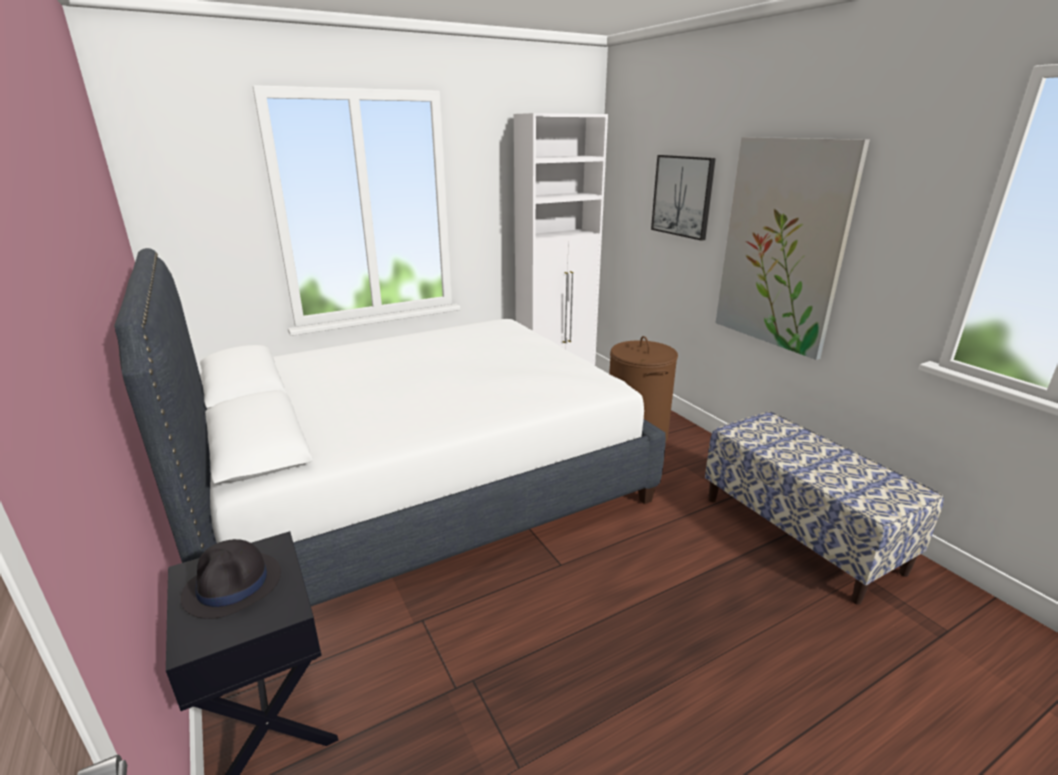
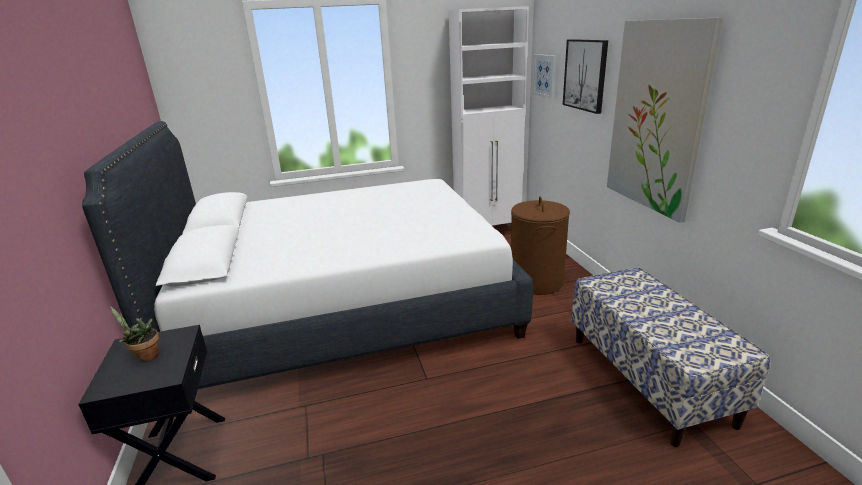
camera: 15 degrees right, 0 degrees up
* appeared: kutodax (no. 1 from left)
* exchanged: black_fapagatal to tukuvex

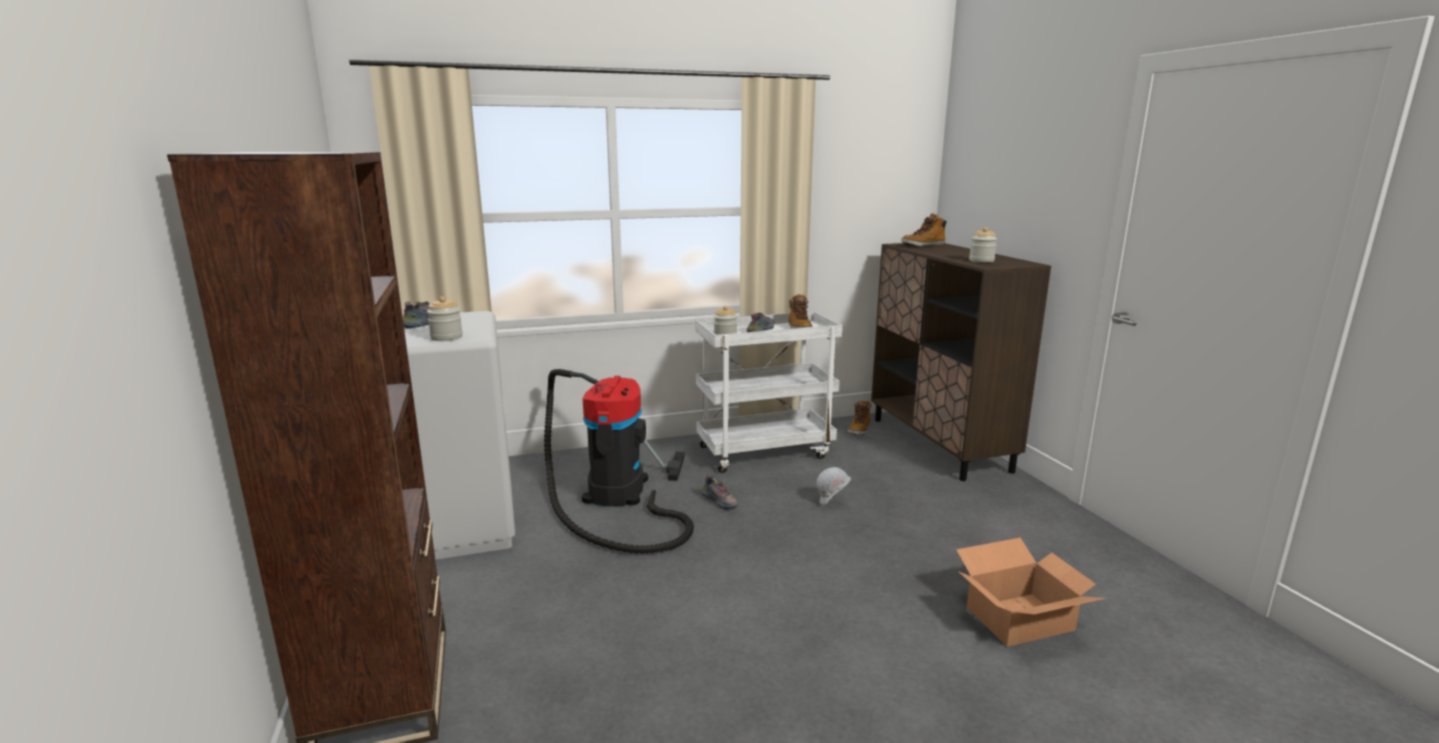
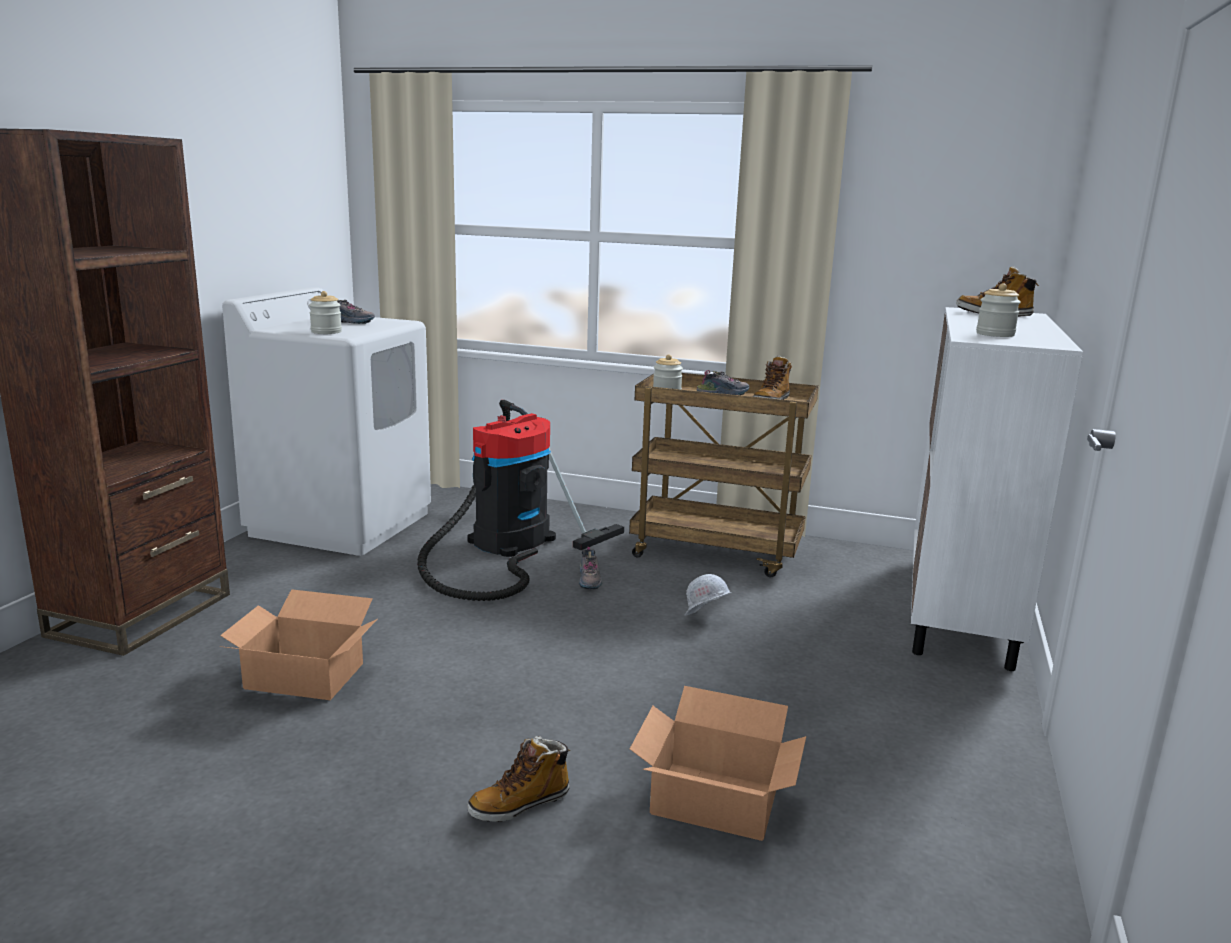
camera: 35 degrees right, 0 degrees up
* appeared: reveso (no. 1 from left)
* relocated: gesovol (no. 2 from left in the first image) to gesovol (no. 1 from left)
* colour: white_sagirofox to brown_sagirofox
* colour: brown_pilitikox to white_pilitikox

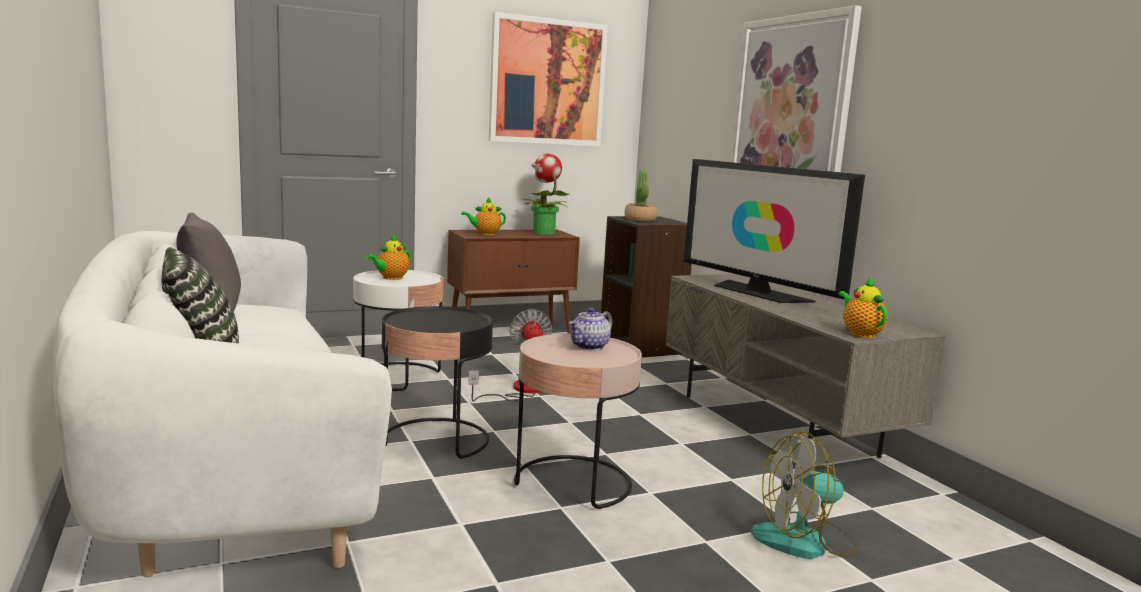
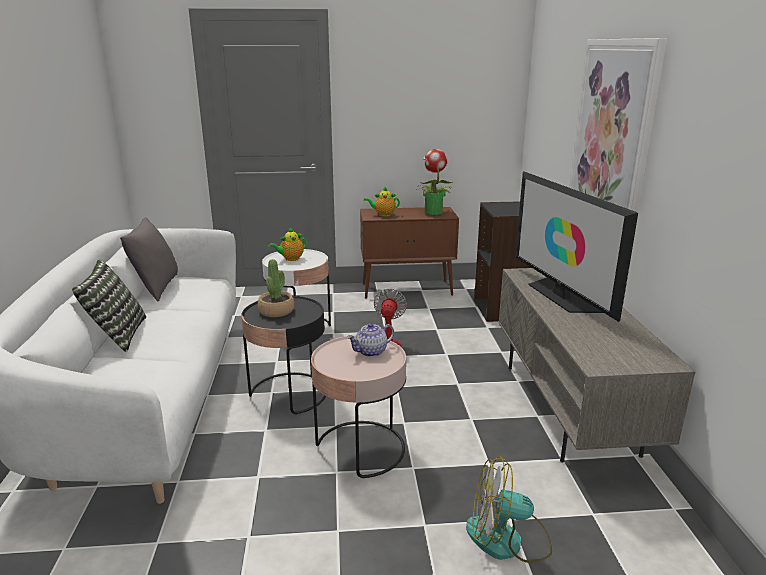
camera: 20 degrees right, 10 degrees up
* missing: kutodax (no. 1 from left)
* missing: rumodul (no. 4 from left)
* relocated: tukuvex (no. 2 from left in the first image) to tukuvex (no. 1 from left)

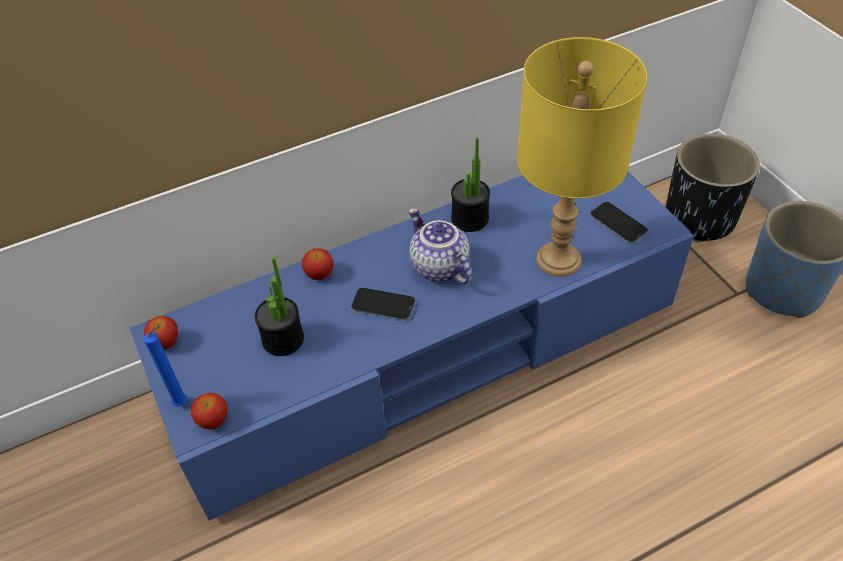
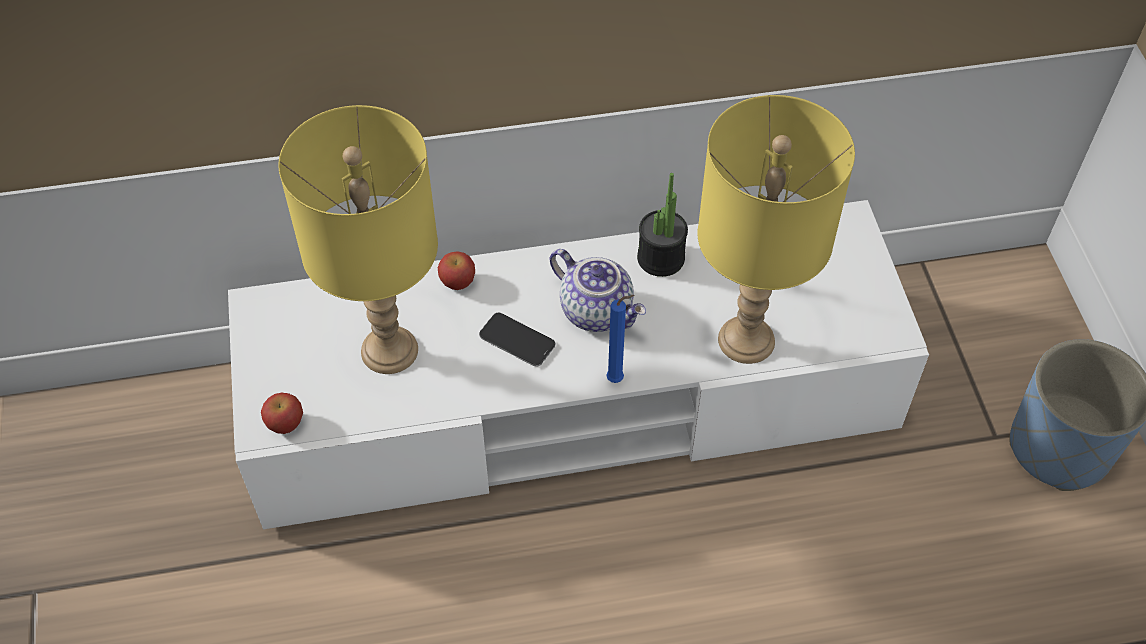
camera: 15 degrees right, 5 degrees up
* missing: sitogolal (no. 1 from left)
* missing: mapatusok (no. 2 from left)
* missing: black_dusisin
* relocated: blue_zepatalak
* exchanged: tukuvex (no. 1 from left) to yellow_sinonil (no. 1 from left)
* colour: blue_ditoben to white_ditoben
* spun: rumodul 150 degrees clockwise

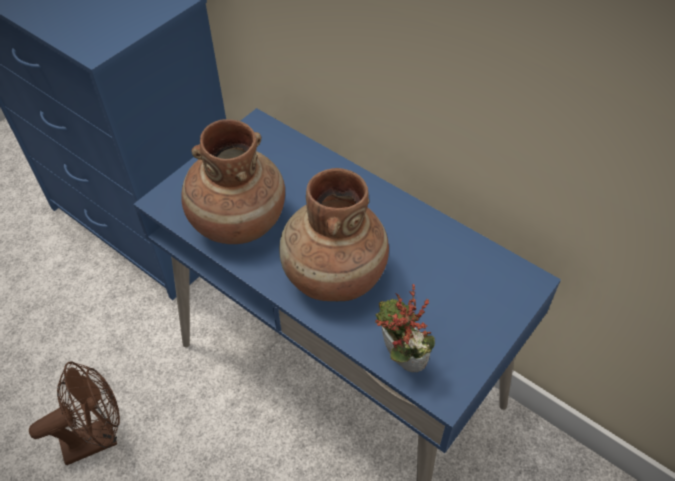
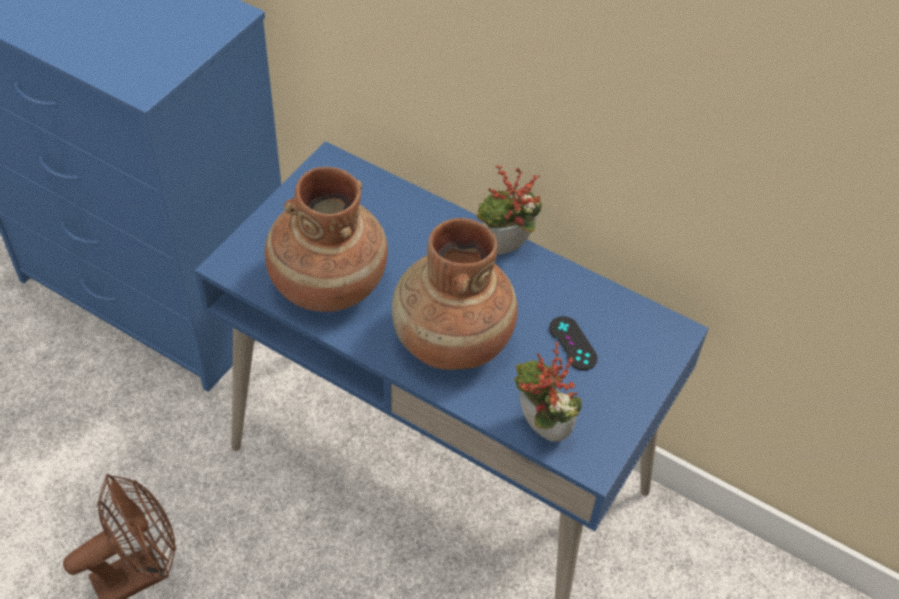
camera: 10 degrees left, 0 degrees up
* appeared: tukuvex (no. 1 from left)
* appeared: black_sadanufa

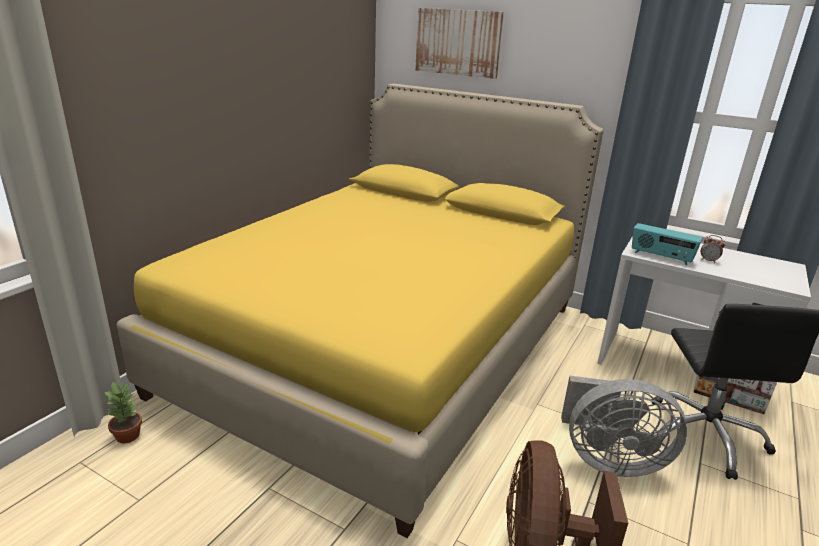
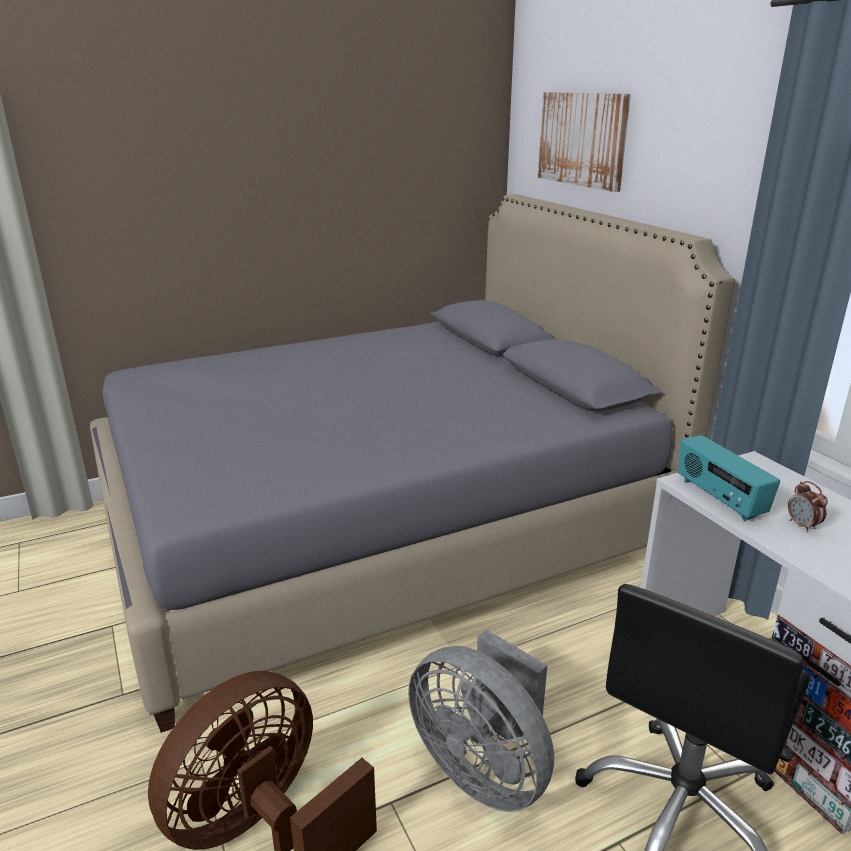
camera: 35 degrees right, 0 degrees up
* missing: tukuvex
* colour: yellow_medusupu to grey_medusupu

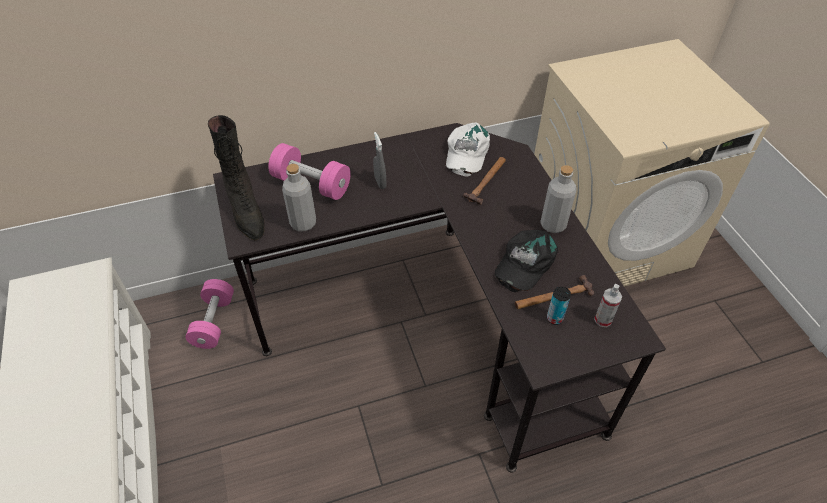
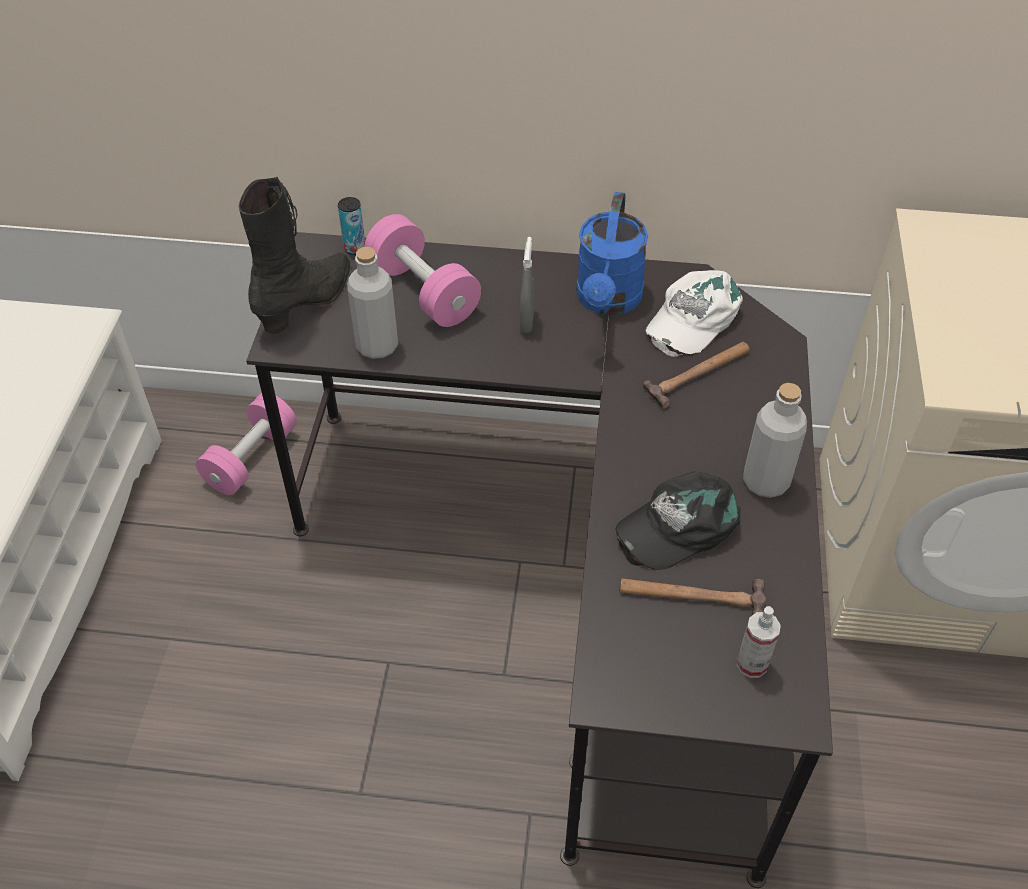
camera: 25 degrees right, 0 degrees up
* appeared: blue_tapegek
* relocated: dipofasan
* spun: black_gesovol 150 degrees counterclockwise

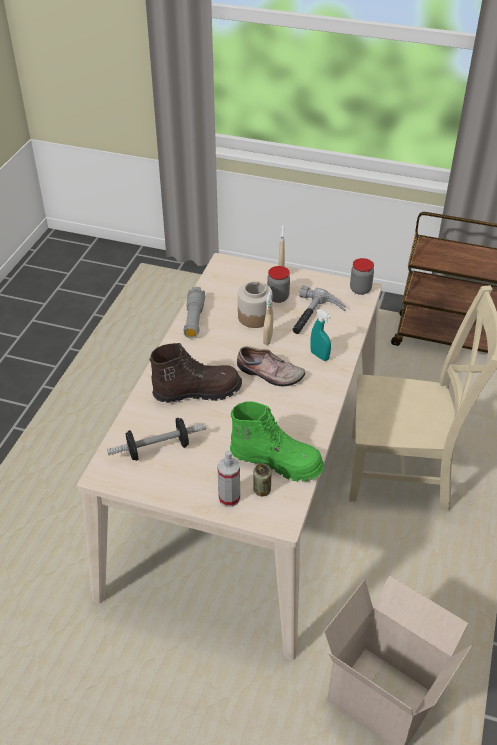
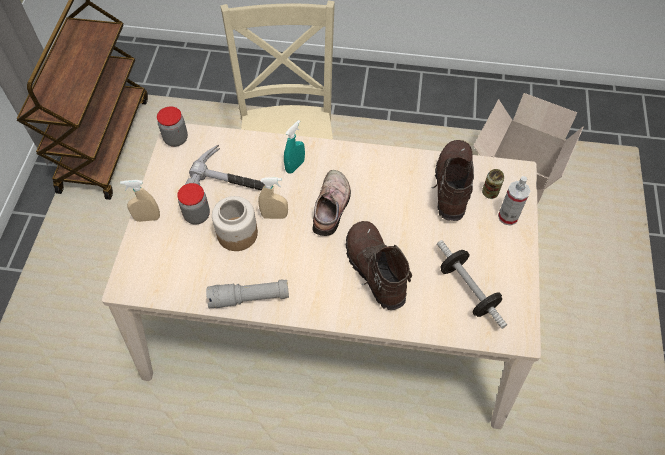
camera: 100 degrees left, 15 degrees up
* colour: green_gesovol to brown_gesovol (no. 2 from left)

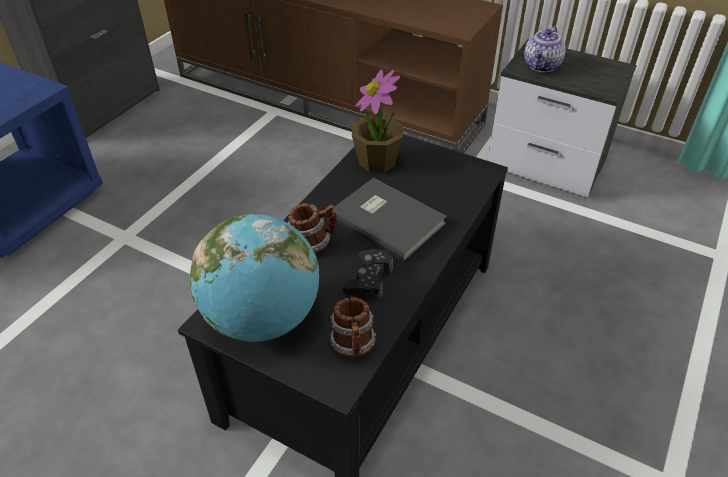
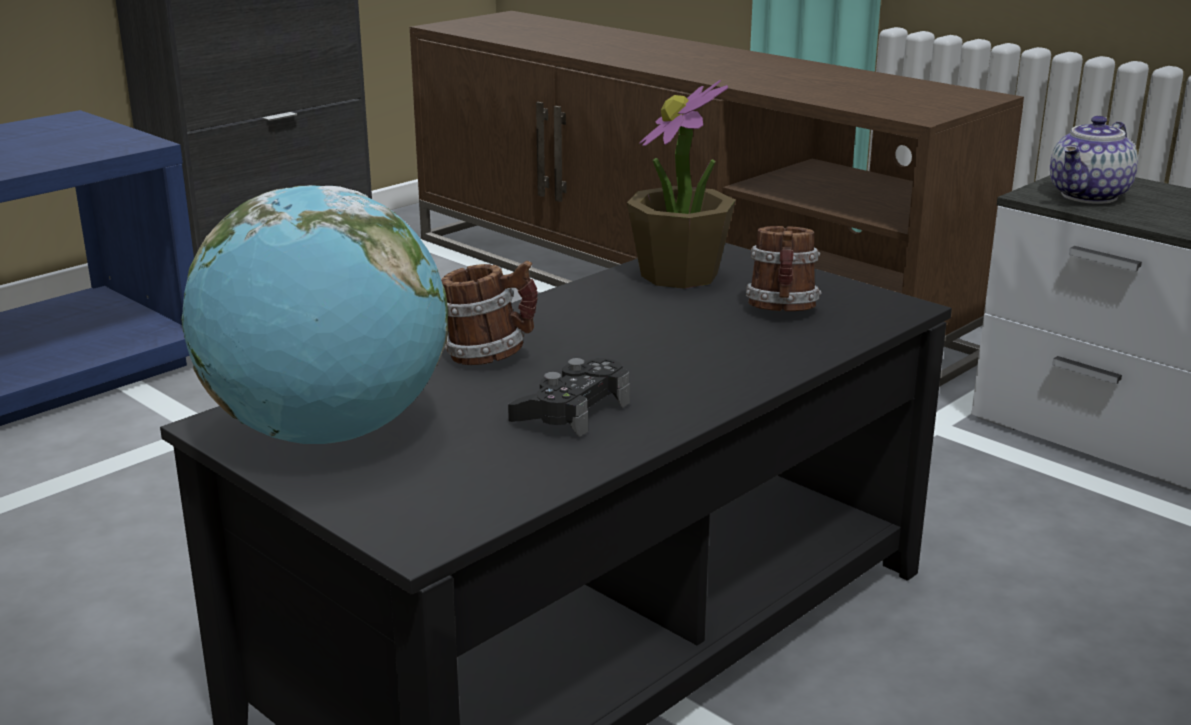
camera: 15 degrees right, 20 degrees down
* missing: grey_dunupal
* relocated: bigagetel (no. 2 from left)

